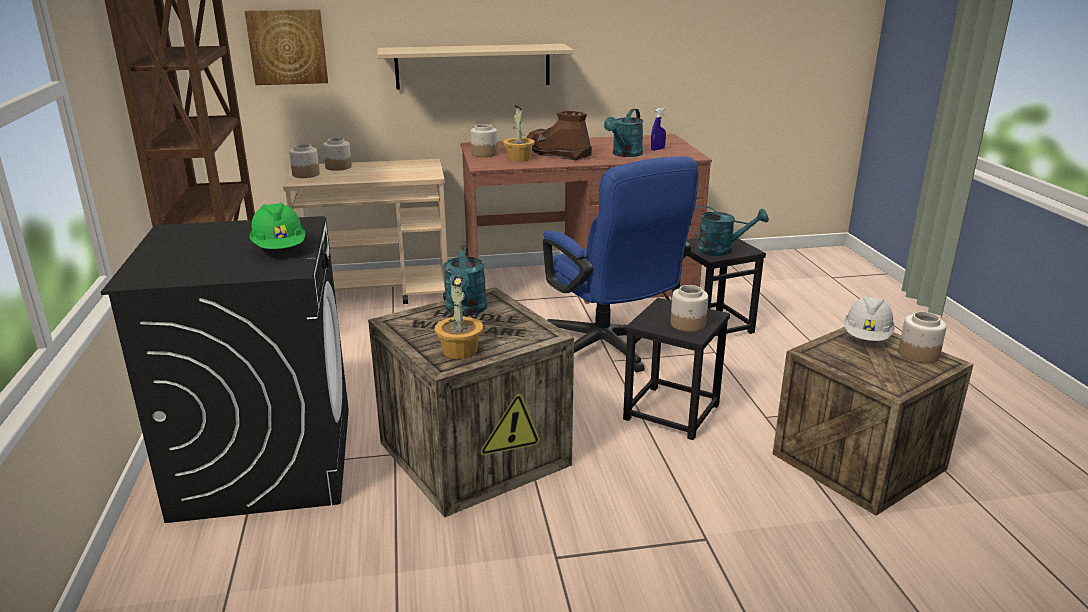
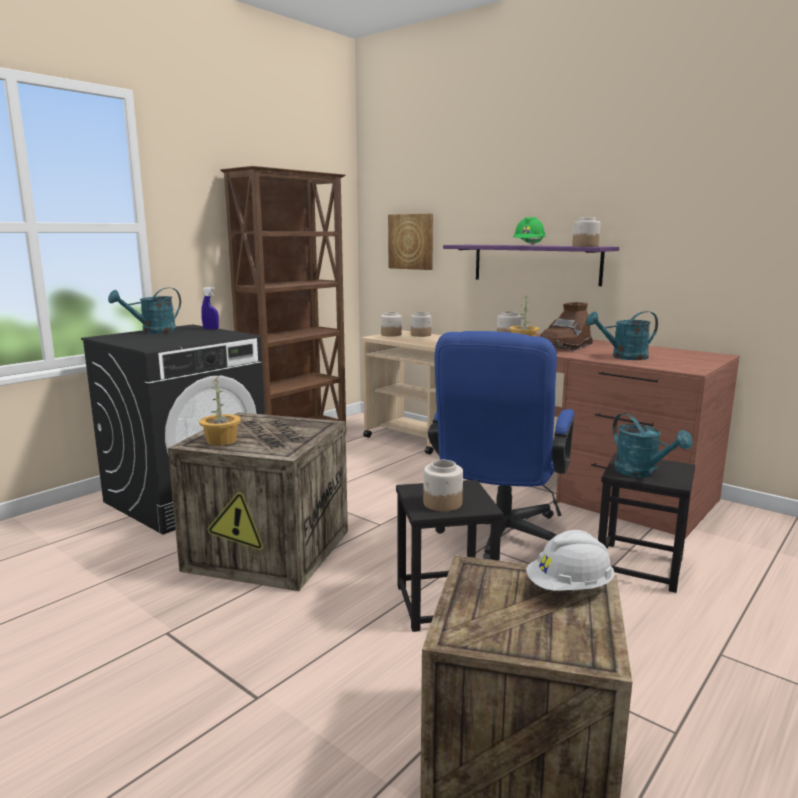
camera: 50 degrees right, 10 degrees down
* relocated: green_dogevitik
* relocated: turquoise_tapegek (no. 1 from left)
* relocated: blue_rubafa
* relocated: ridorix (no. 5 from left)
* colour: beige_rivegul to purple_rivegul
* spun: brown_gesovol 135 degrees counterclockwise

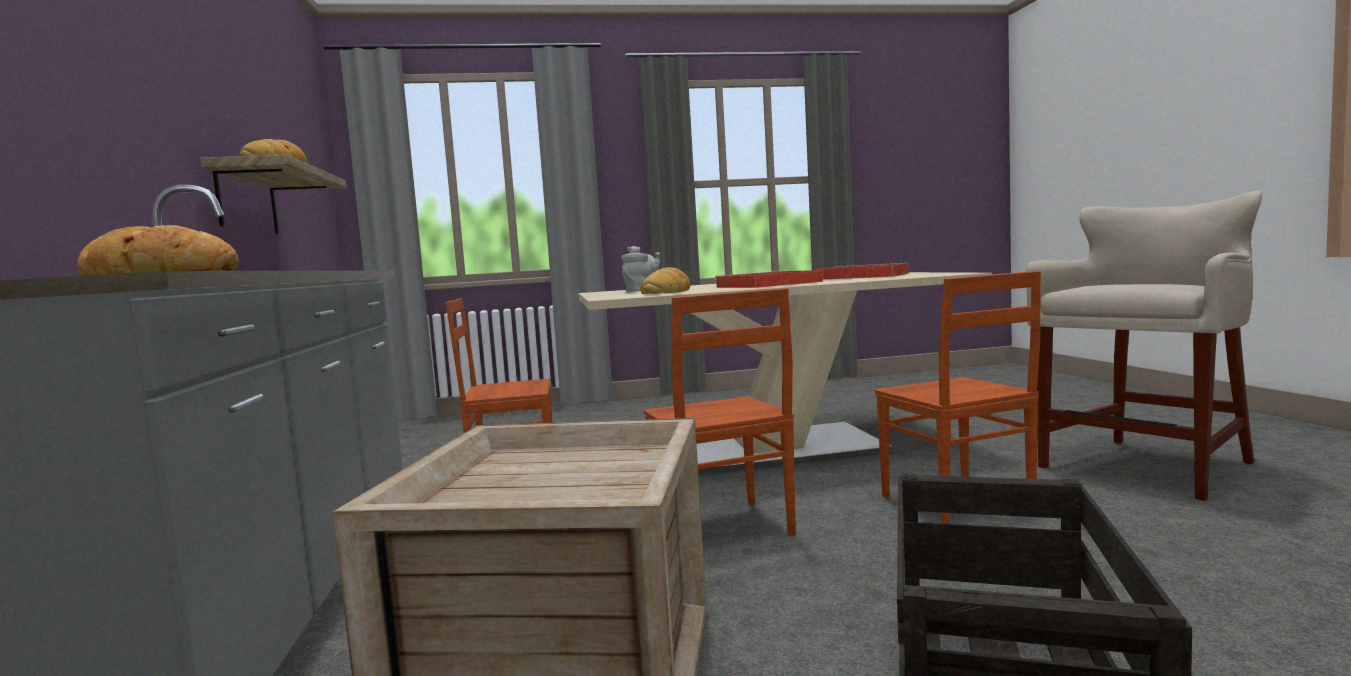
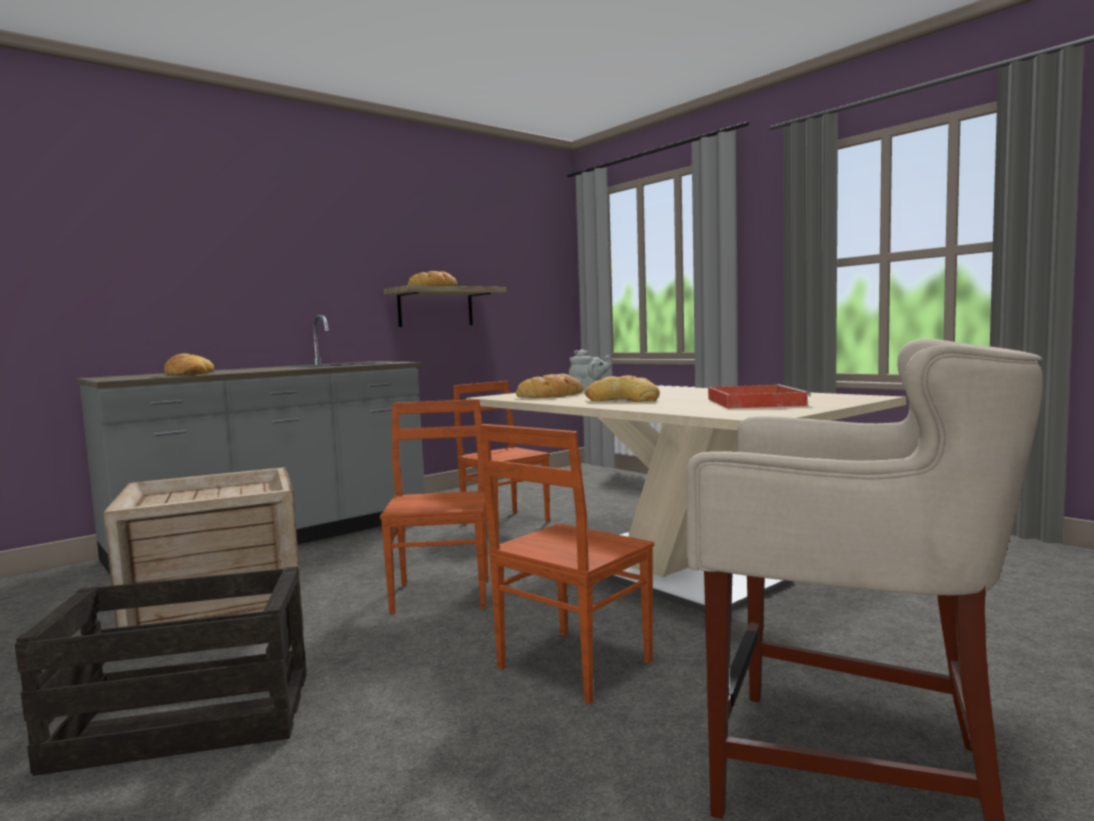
camera: 60 degrees right, 0 degrees up
* exchanged: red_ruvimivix (no. 1 from left) to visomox (no. 4 from left)
* spun: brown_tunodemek (no. 2 from left in the first image) 135 degrees clockwise

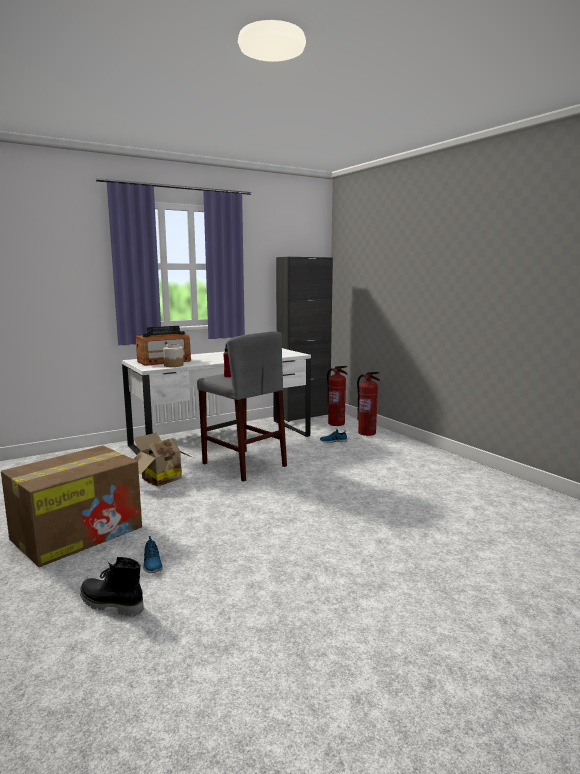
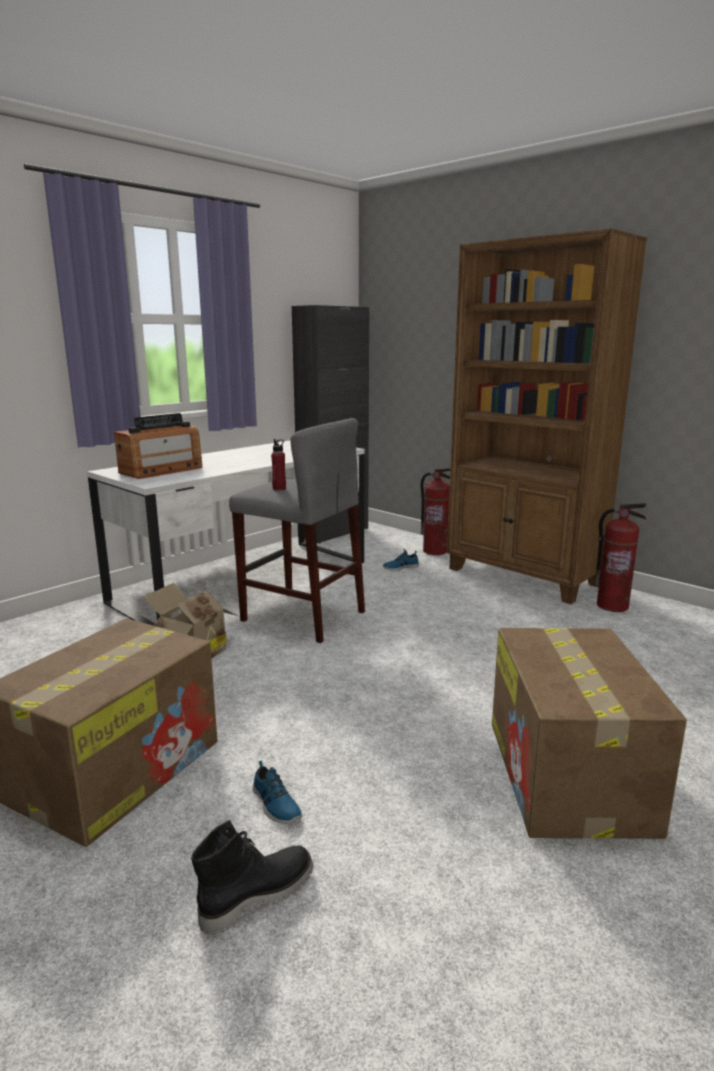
camera: 15 degrees left, 5 degrees up
* missing: ridorix
* appeared: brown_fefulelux
* appeared: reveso (no. 3 from left)
* relocated: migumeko (no. 1 from left in the first image) to migumeko (no. 2 from left)
* spun: black_gesovol 135 degrees clockwise

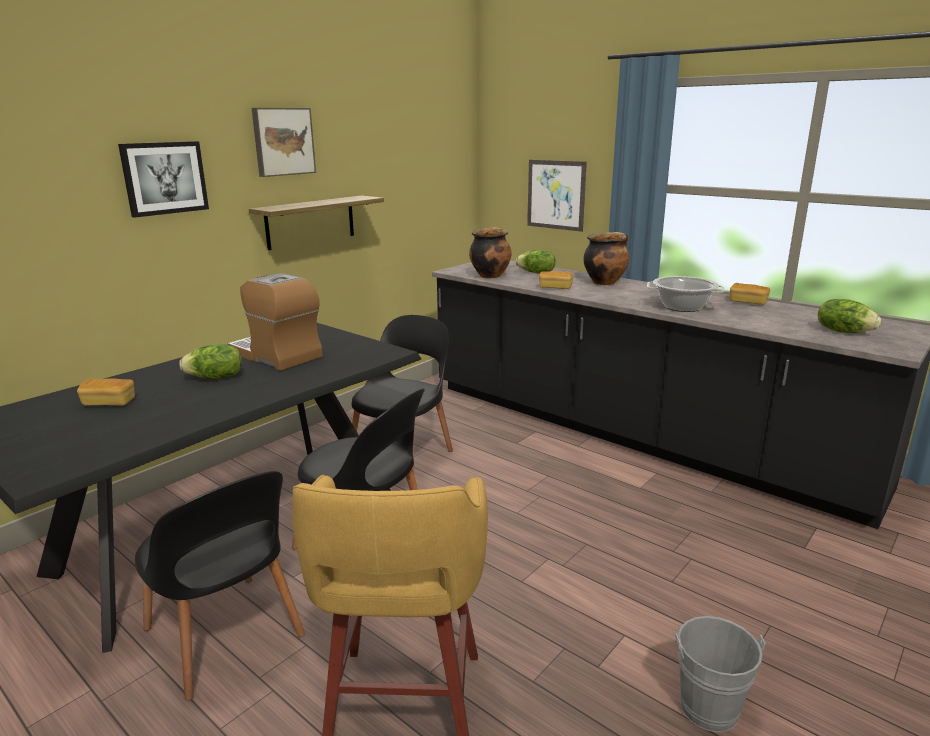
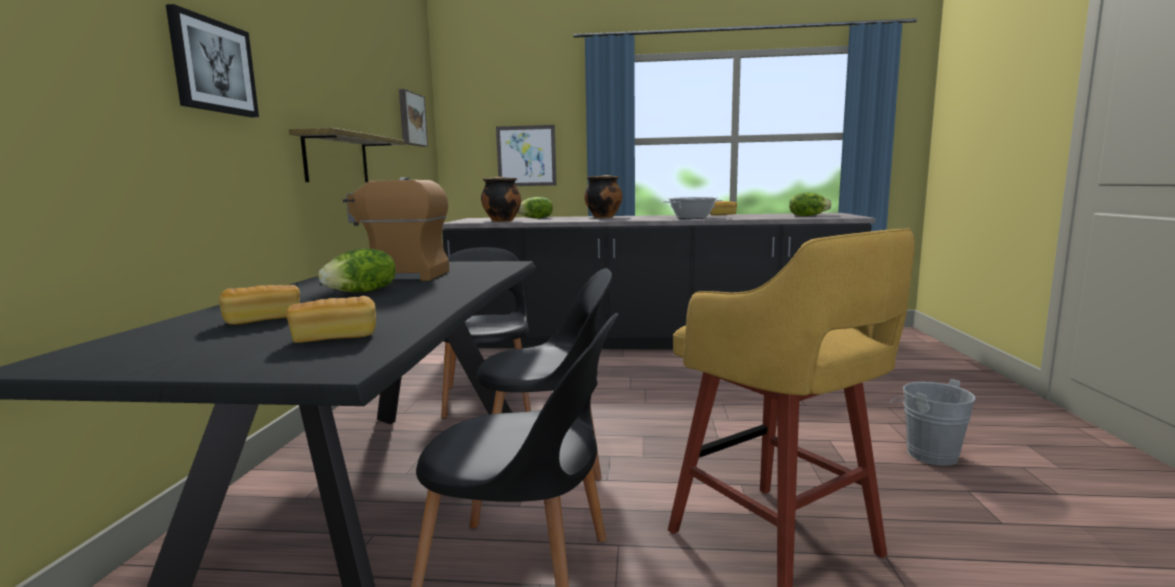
camera: 35 degrees left, 10 degrees down
* relocated: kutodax (no. 2 from left)
* relocated: visomox (no. 2 from left)

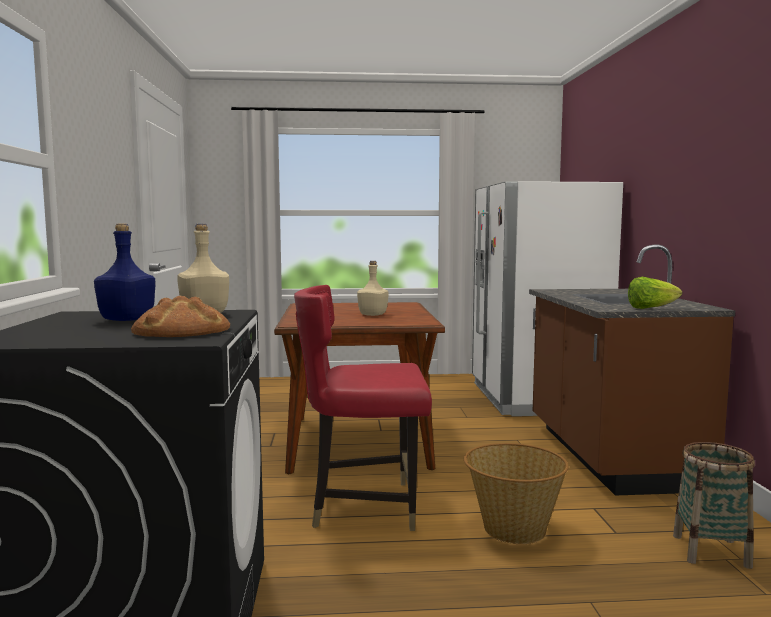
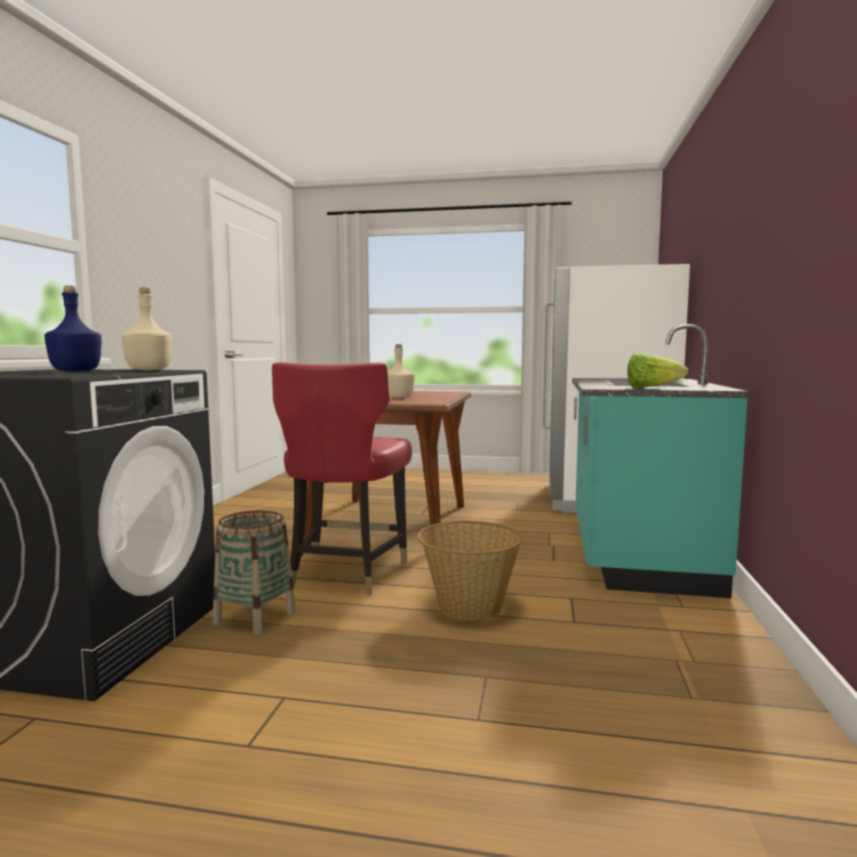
camera: 15 degrees right, 0 degrees up
* missing: visomox
* relocated: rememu (no. 2 from left in the first image) to rememu (no. 1 from left)
* colour: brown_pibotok to turquoise_pibotok
* spun: red_tunodemek 90 degrees counterclockwise

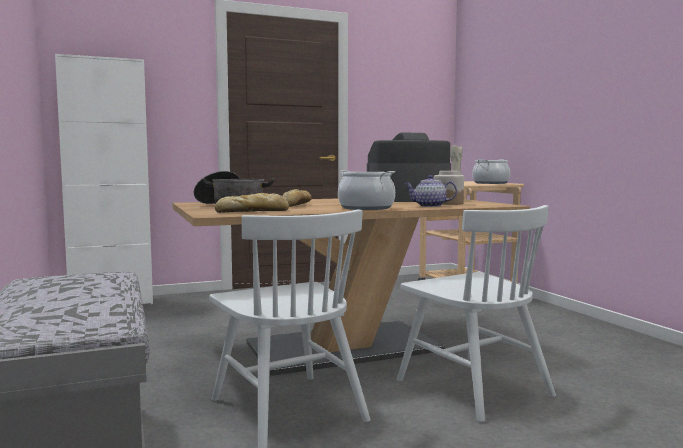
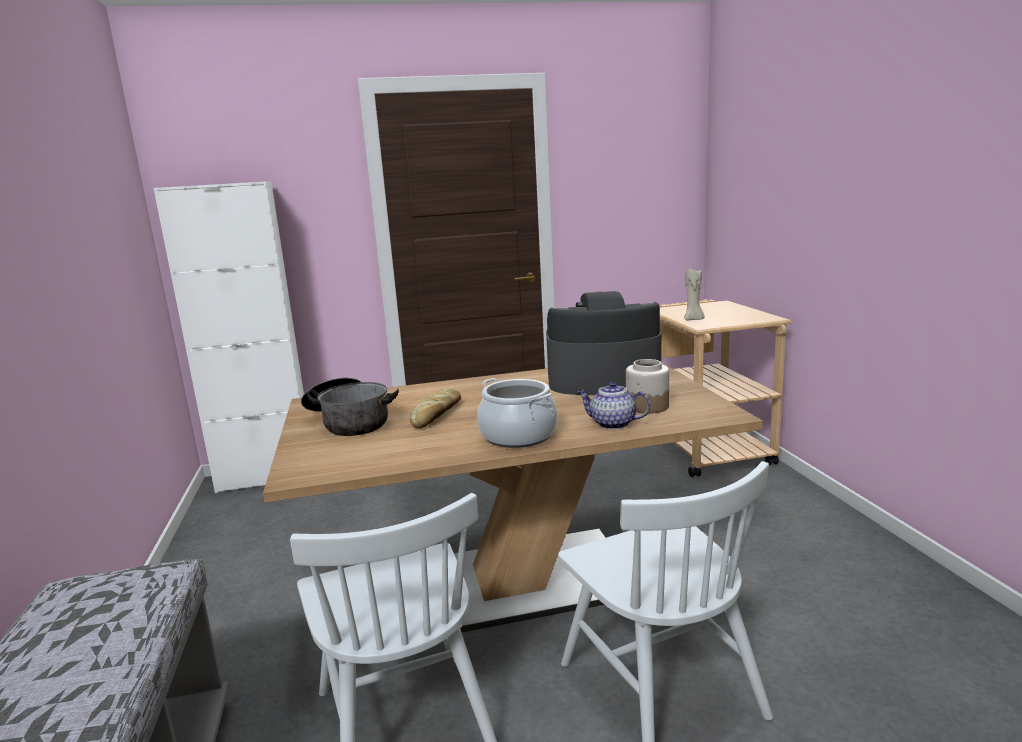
camera: 10 degrees right, 10 degrees up
* missing: visomox (no. 1 from left)
* missing: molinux (no. 3 from left)

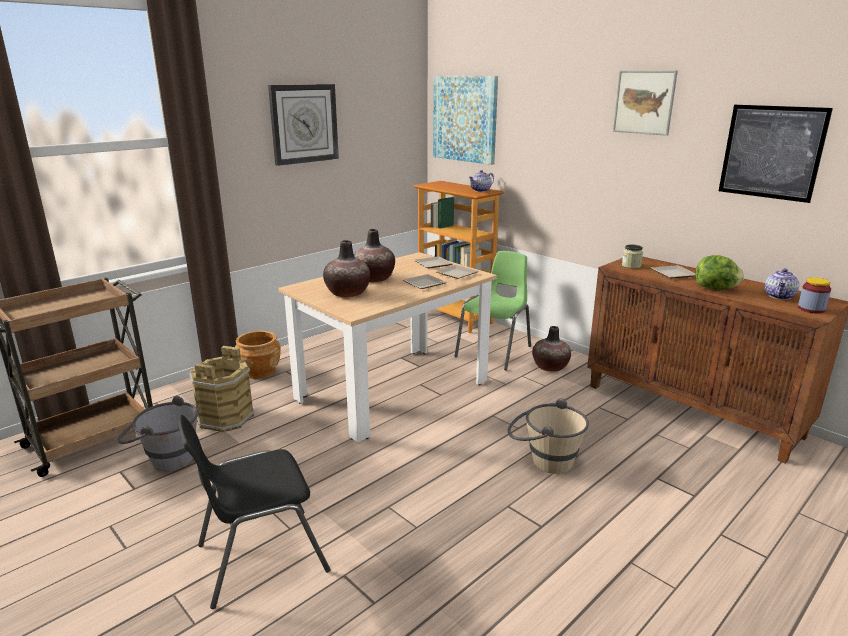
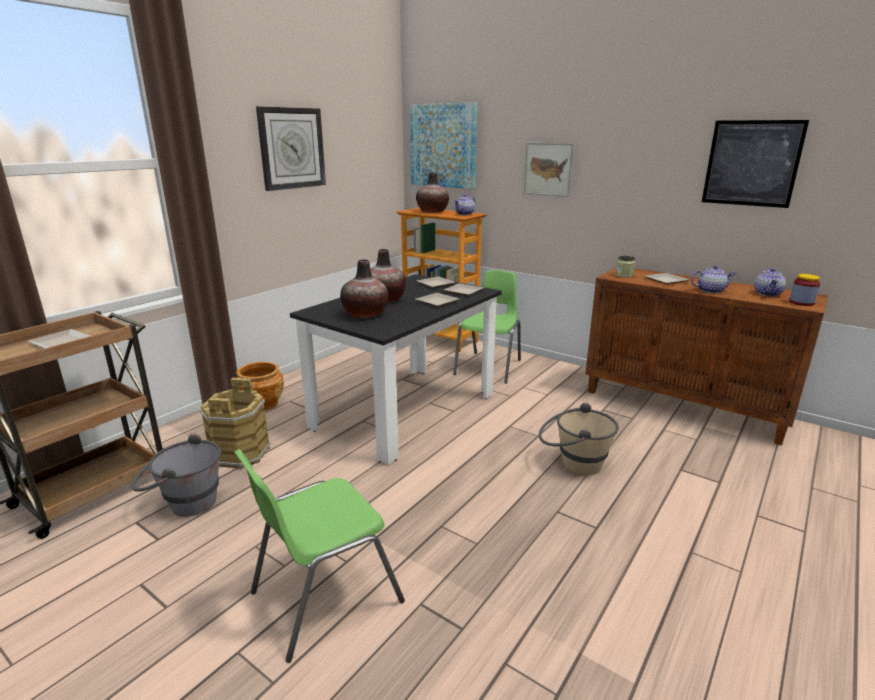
camera: 10 degrees left, 0 degrees up
* appeared: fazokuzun (no. 1 from left)
* relocated: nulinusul (no. 3 from left)
* relocated: kutodax (no. 2 from left)
* exchanged: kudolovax to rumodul (no. 2 from left)
* colour: black_tunodemek to green_tunodemek (no. 1 from left)
* colour: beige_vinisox to black_vinisox

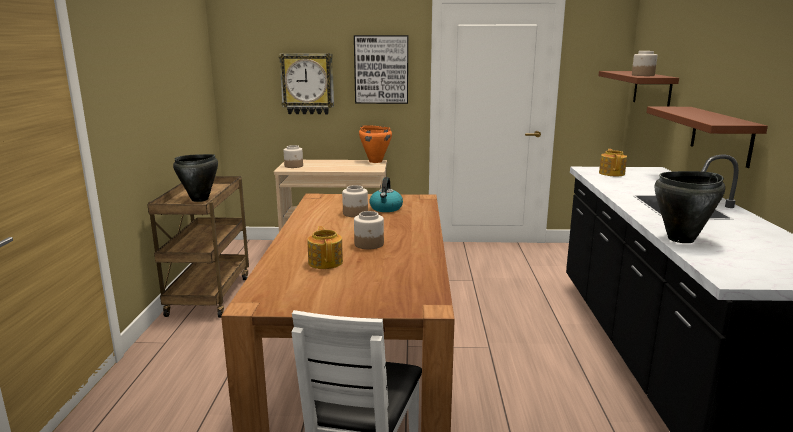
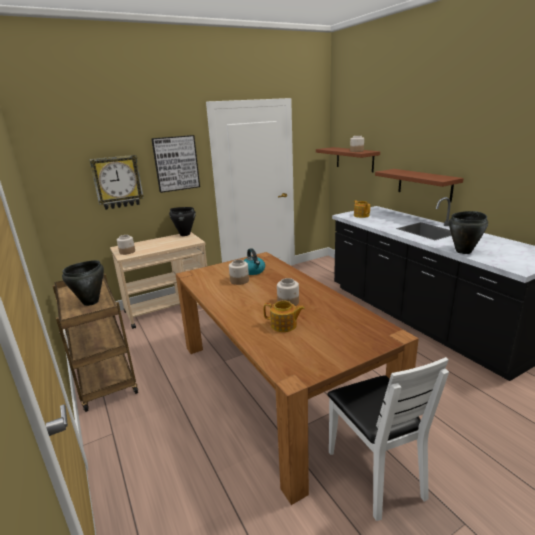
camera: 30 degrees left, 5 degrees up
* colour: orange_molinux to black_molinux (no. 2 from left)
* spun: rumodul (no. 1 from left) 150 degrees clockwise

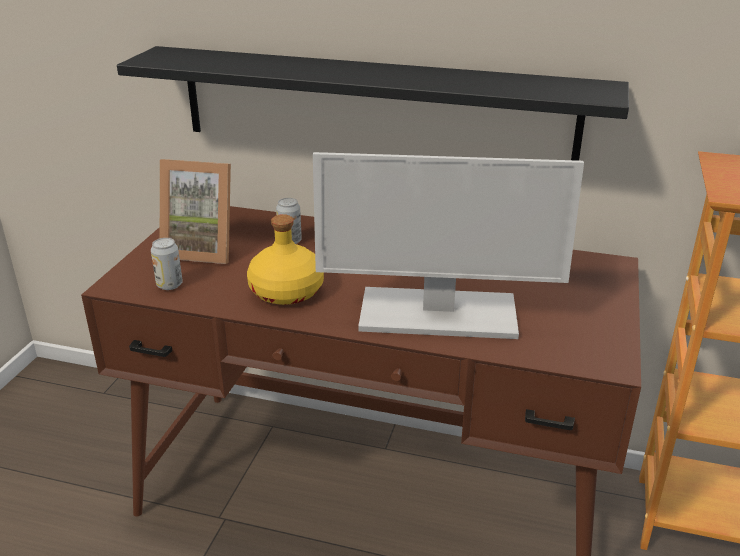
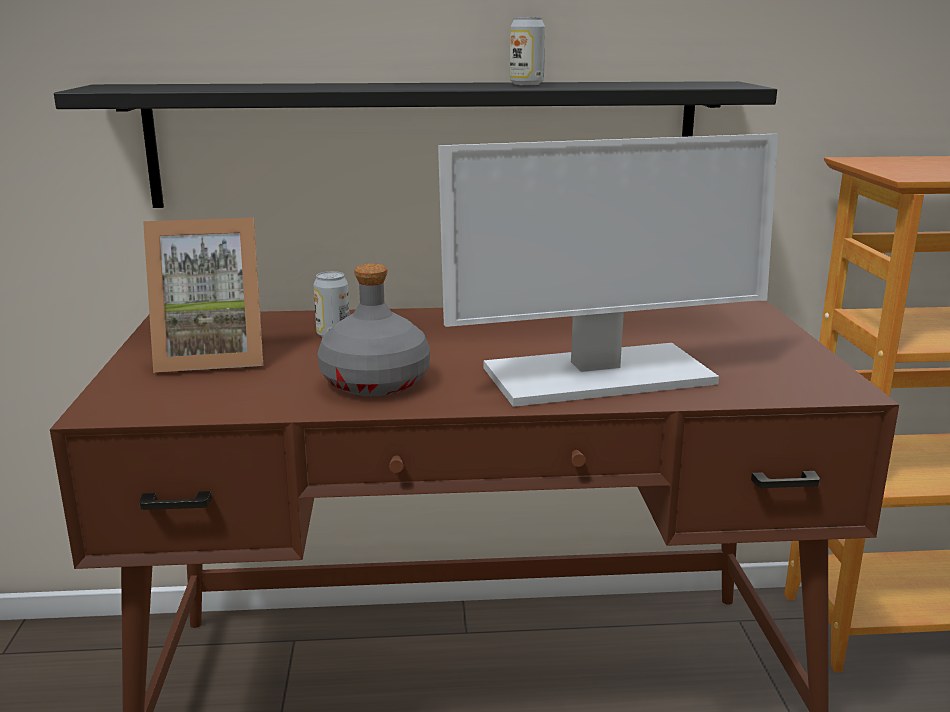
camera: 20 degrees left, 10 degrees down
* relocated: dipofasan (no. 1 from left in the first image) to dipofasan (no. 2 from left)
* colour: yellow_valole to grey_valole

